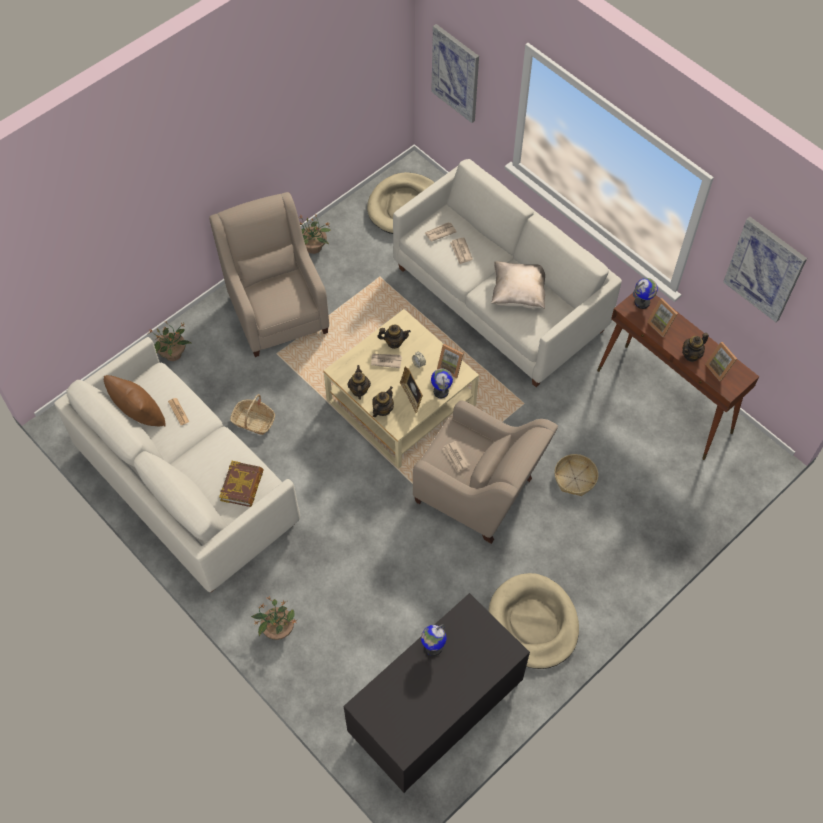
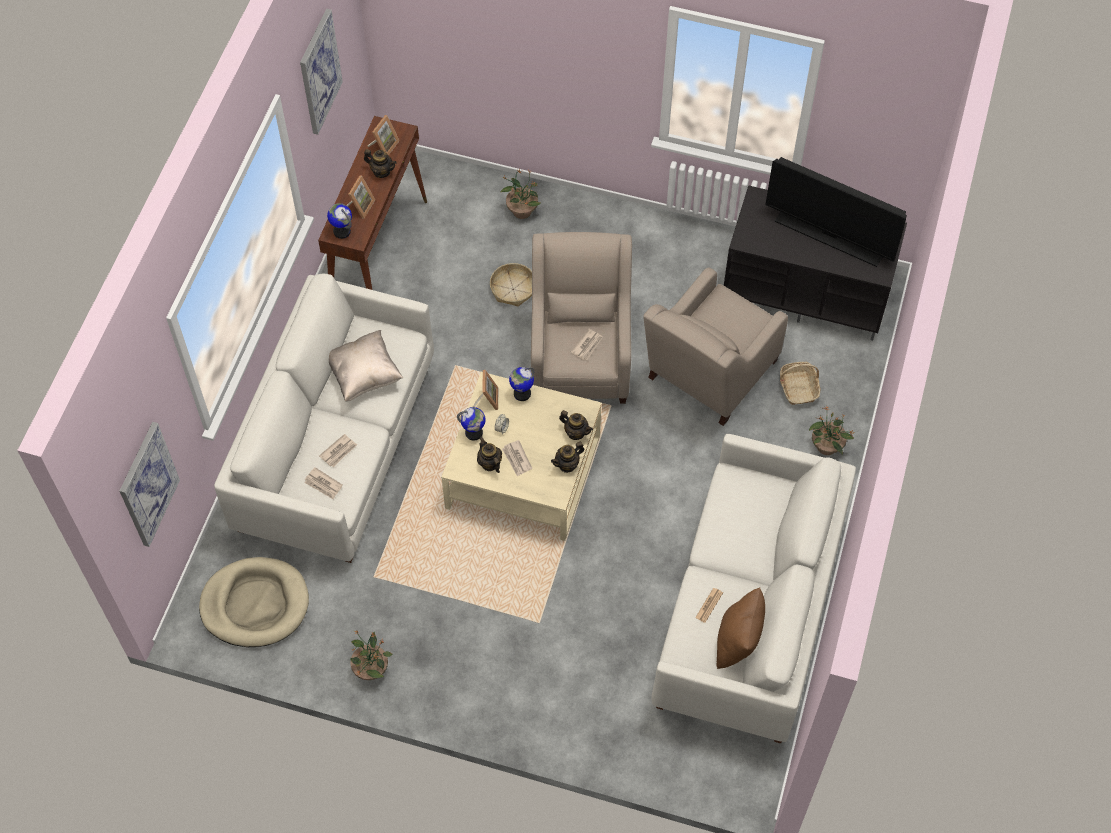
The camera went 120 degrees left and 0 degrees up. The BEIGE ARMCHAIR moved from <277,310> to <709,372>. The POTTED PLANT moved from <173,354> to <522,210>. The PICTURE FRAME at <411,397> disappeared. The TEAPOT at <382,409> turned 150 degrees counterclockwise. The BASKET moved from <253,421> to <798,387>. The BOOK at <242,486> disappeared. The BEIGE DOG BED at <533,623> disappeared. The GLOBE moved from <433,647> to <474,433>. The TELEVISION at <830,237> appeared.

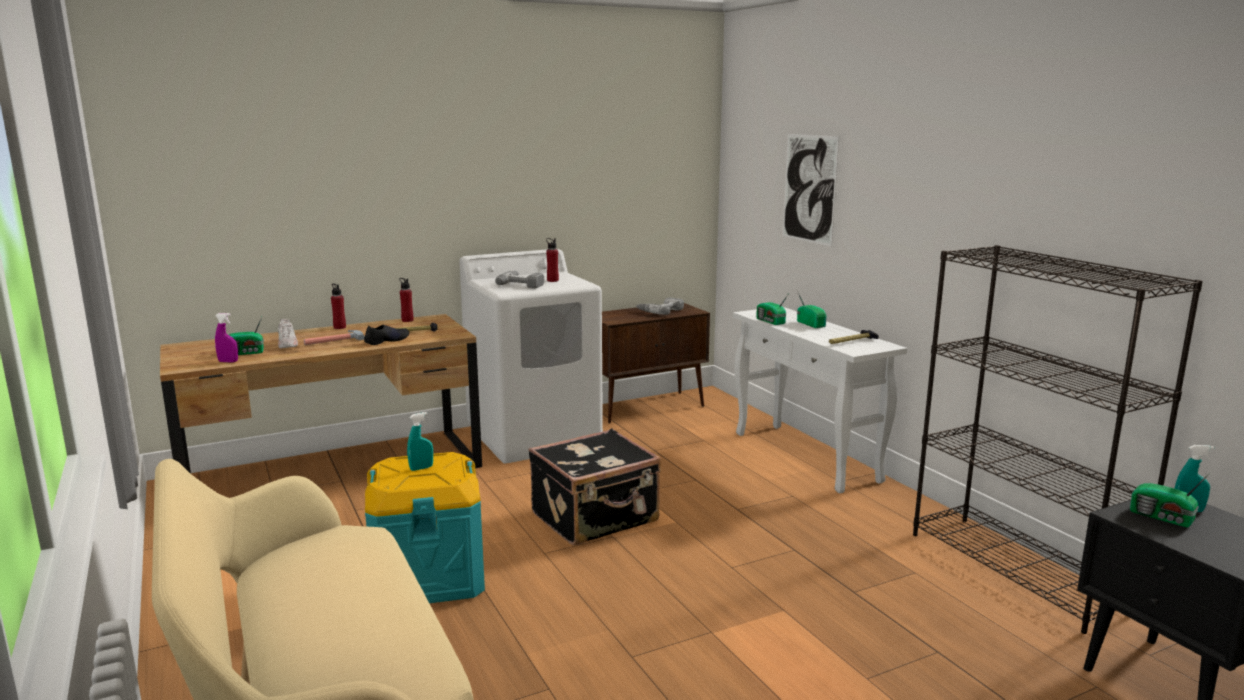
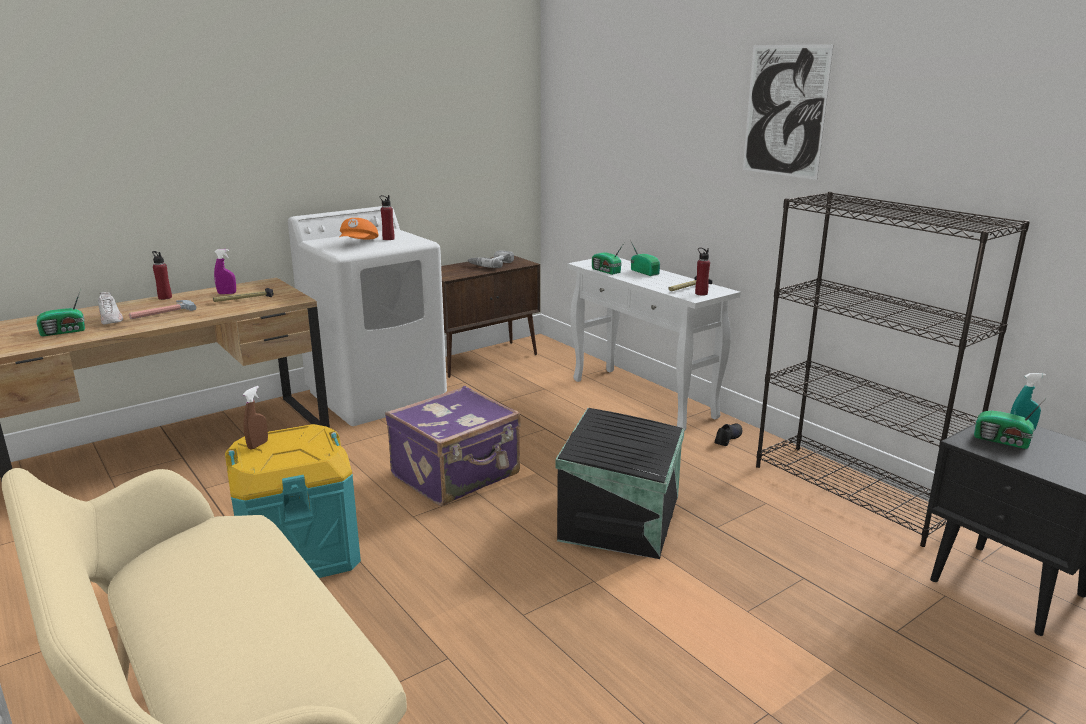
The camera went 10 degrees left and 5 degrees up. The PICTURE moved from <809,188> to <785,111>. The POWER DRILL at <523,284> was replaced by the ORANGE CAP at <359,243>. The RED BOTTLE moved from <407,320> to <701,293>. The PURPLE SPRAY BOTTLE moved from <228,361> to <227,293>. The BLACK SHOE moved from <387,340> to <727,438>. The TURQUOISE SPRAY BOTTLE at <421,468> disappeared. The BLACK SUITCASE at <596,518> became the PURPLE SUITCASE at <457,476>. The BROWN SPRAY BOTTLE at <258,445> appeared. The BLACK STORAGE BOX at <622,517> appeared.

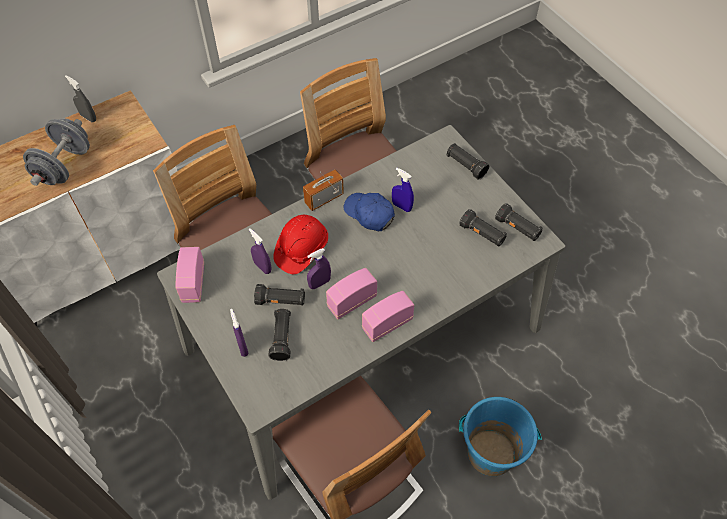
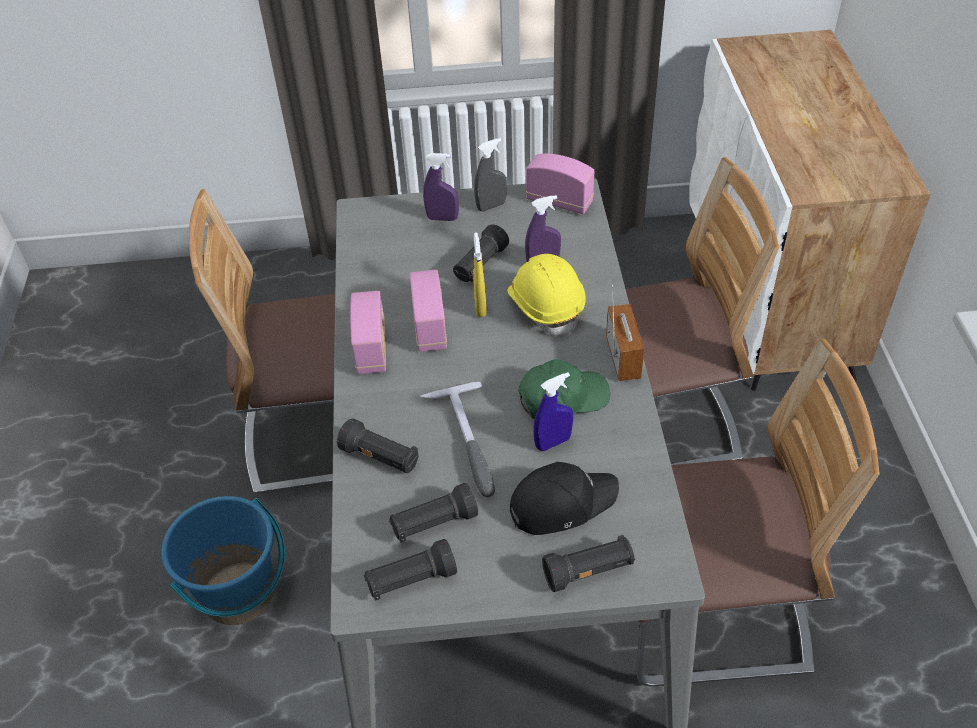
The camera went 120 degrees right and 10 degrees down. The GREY SPRAY BOTTLE moved from <88,117> to <491,206>. The GREY DUMBBELL at <64,166> disappeared. The BLUE CAP at <369,214> became the GREEN CAP at <562,398>. The RED HARD HAT at <301,250> became the YELLOW HARD HAT at <546,306>. The PURPLE SPRAY BOTTLE at <319,283> became the YELLOW SPRAY BOTTLE at <480,307>. The BLACK FLASHLIGHT moved from <282,338> to <381,458>. The HAMMER at <468,444> appeared. The BLACK CAP at <561,503> appeared.

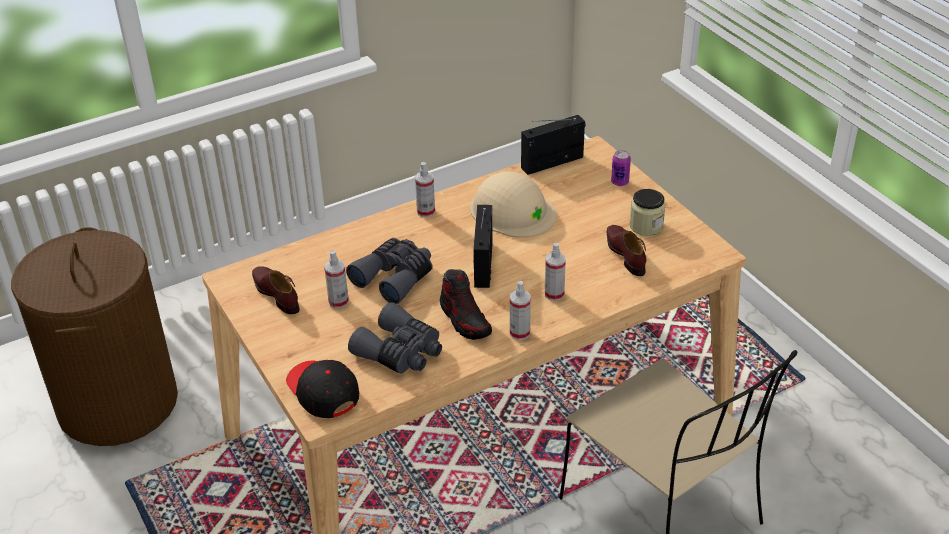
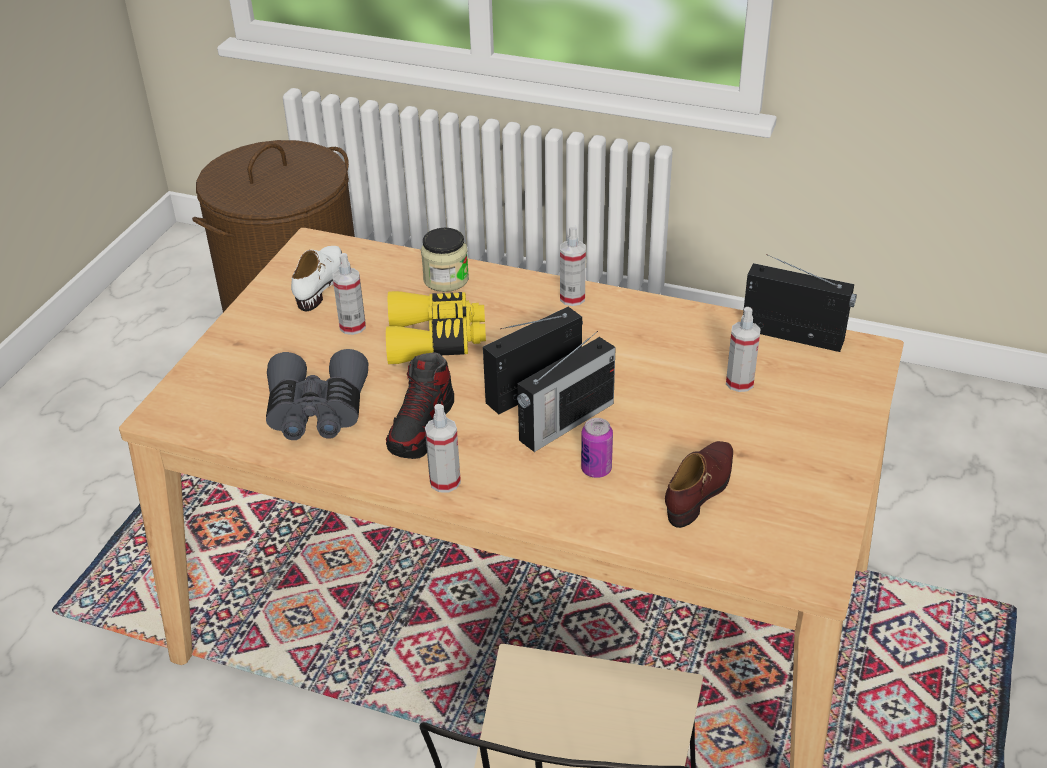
The camera went 50 degrees right and 0 degrees up. The CAN moved from <619,182> to <596,469>. The BEIGE HARD HAT at <512,211> disappeared. The JAR moved from <646,226> to <446,279>. The GREY BINOCULARS at <395,277> became the YELLOW BINOCULARS at <436,340>. The SPRAY BOTTLE moved from <554,294> to <739,383>. The BROWN SHOE at <276,293> became the WHITE SHOE at <321,283>. The BLACK CAP at <322,392> disappeared. The RADIO at <565,422> appeared.

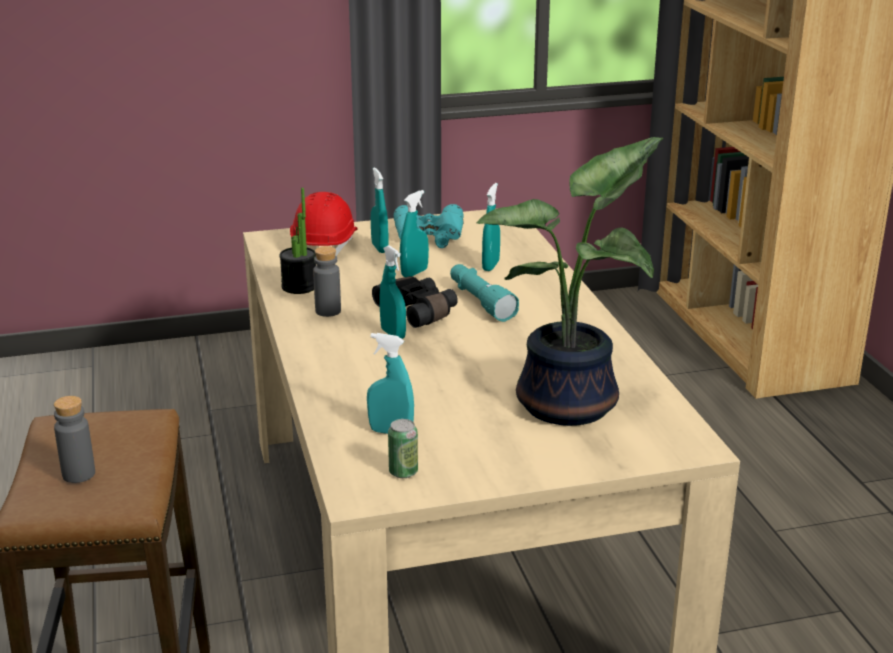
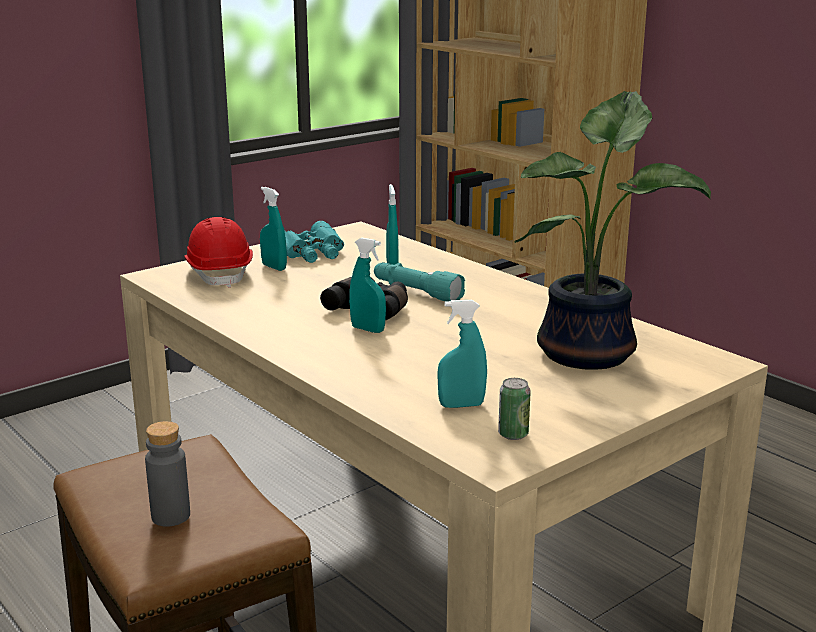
The camera went 25 degrees left and 5 degrees down. The POTTED PLANT at <299,286> disappeared. The TURQUOISE SPRAY BOTTLE at <414,273> disappeared. The GREY BOTTLE at <328,311> disappeared.

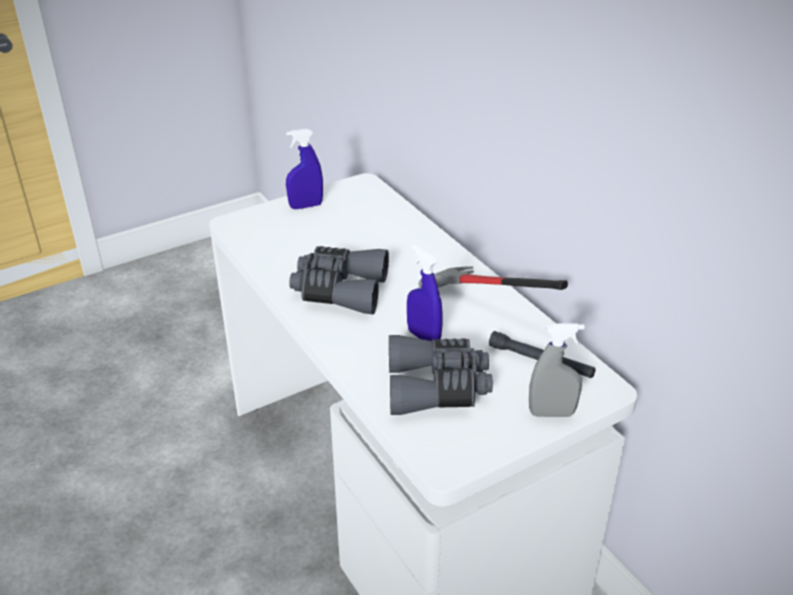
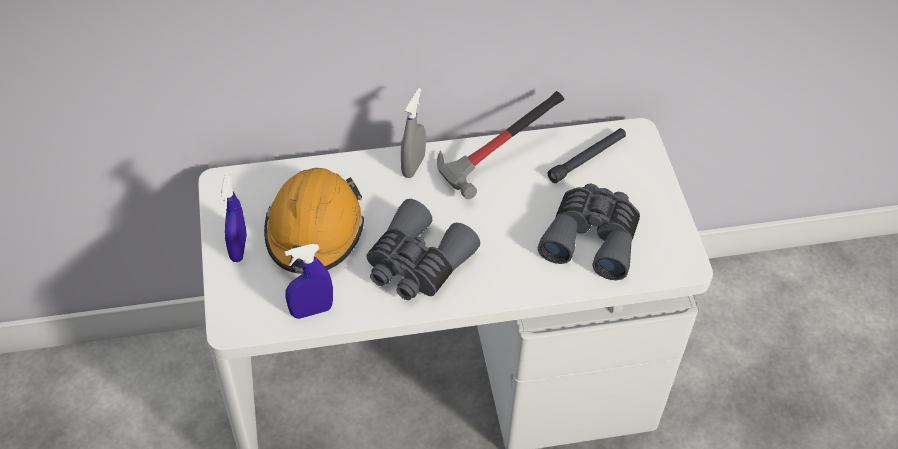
The camera went 70 degrees left and 15 degrees up. The BLUE SPRAY BOTTLE moved from <423,337> to <311,311>. The GREY SPRAY BOTTLE moved from <551,413> to <413,166>. The ORANGE HARD HAT at <314,231> appeared.

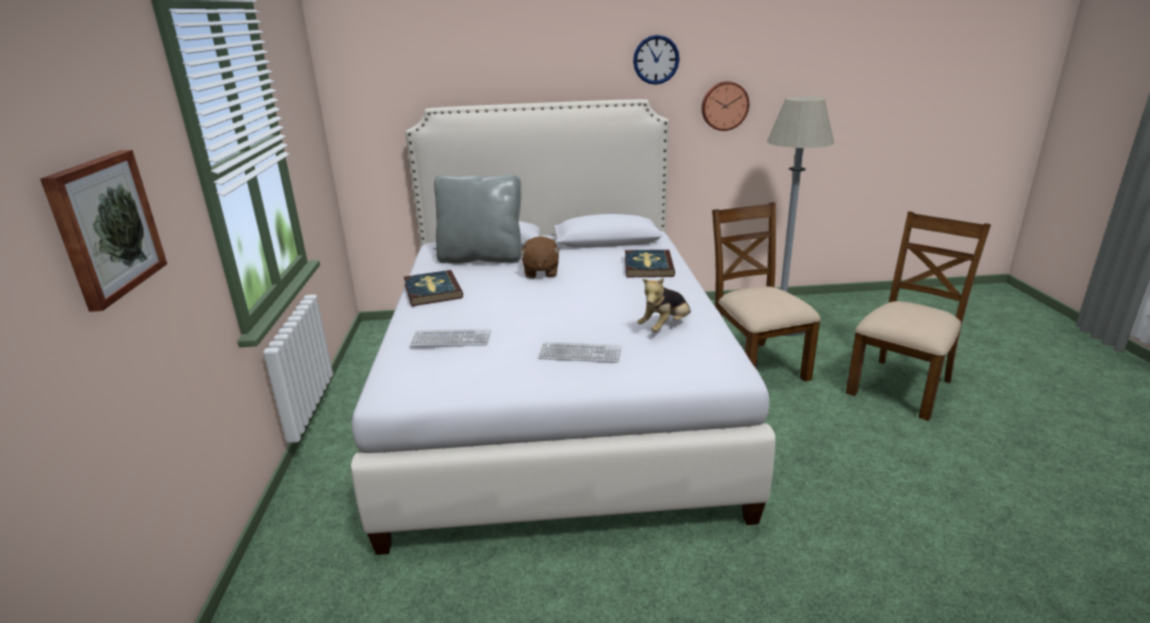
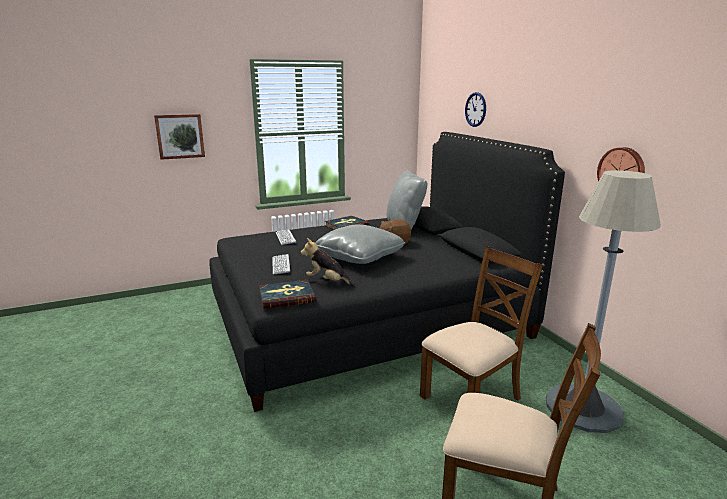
The camera went 70 degrees right and 5 degrees down. The WALL CLOCK moved from <656,59> to <475,109>. The WHITE BED at <555,395> became the BLACK BED at <368,320>. The BOOK moved from <648,266> to <286,297>. The GREY PILLOW at <359,257> appeared.

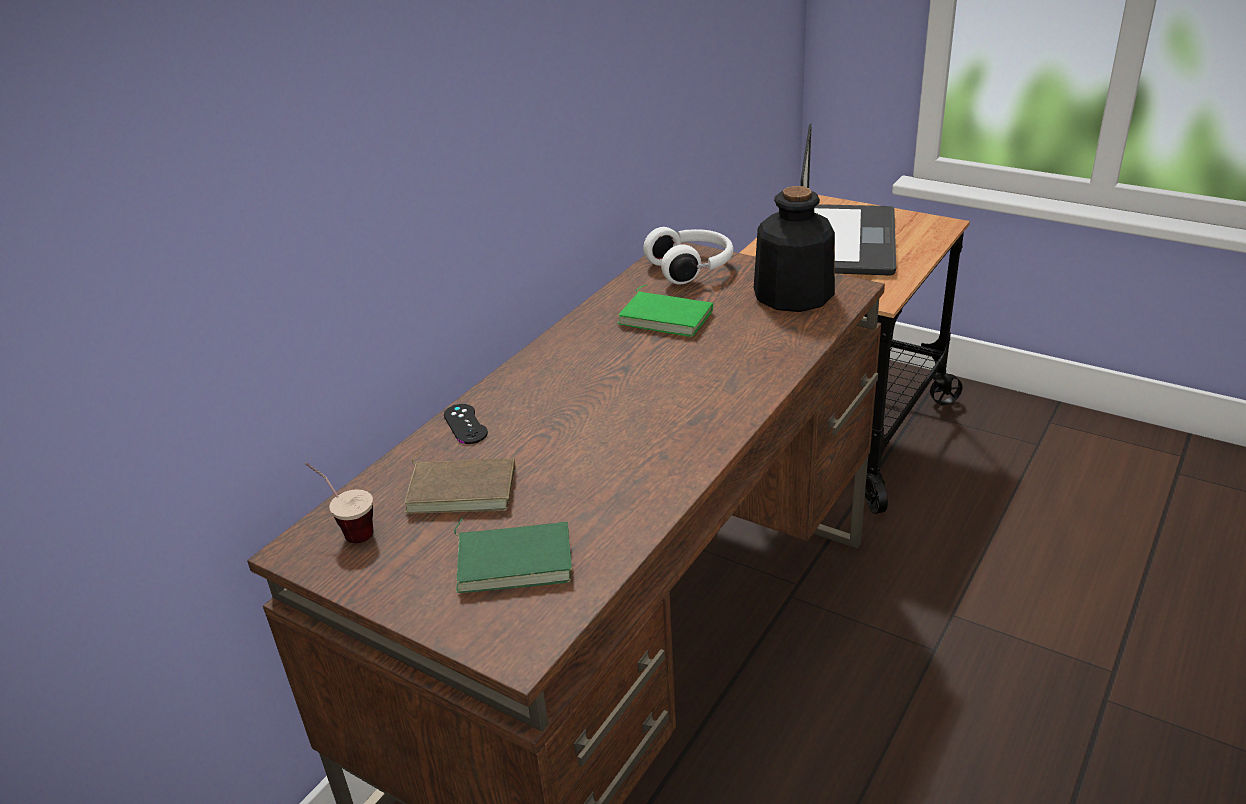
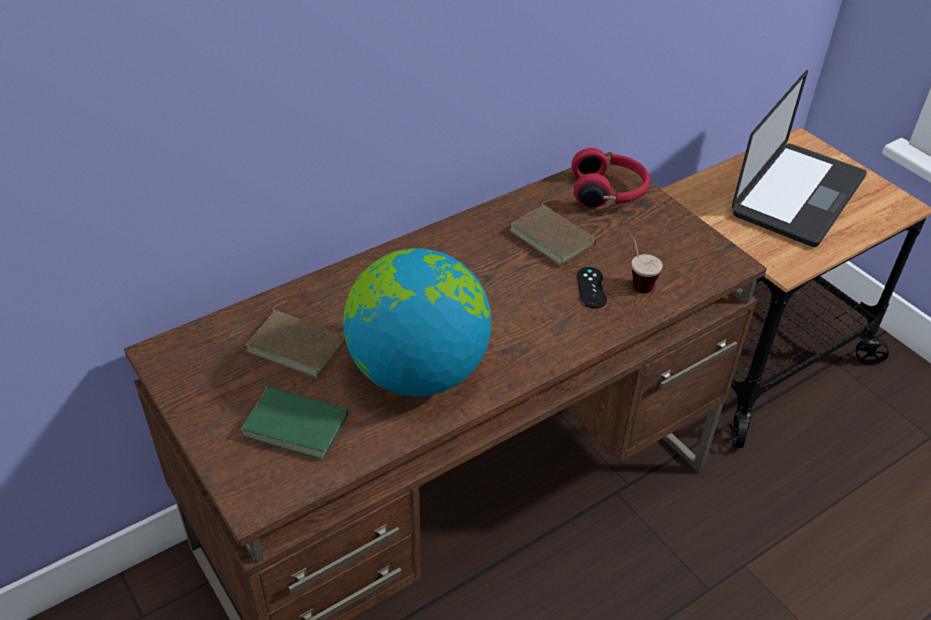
The camera went 20 degrees right and 10 degrees up. The BOTTLE at <792,294> disappeared. The WHITE HEADPHONES at <692,268> became the RED HEADPHONES at <609,192>. The GREEN BOOK at <667,317> became the BROWN BOOK at <554,237>. The BLACK GAME CONTROLLER moved from <465,424> to <591,288>. The CUP moved from <347,529> to <634,279>. The GLOBE at <418,371> appeared.

